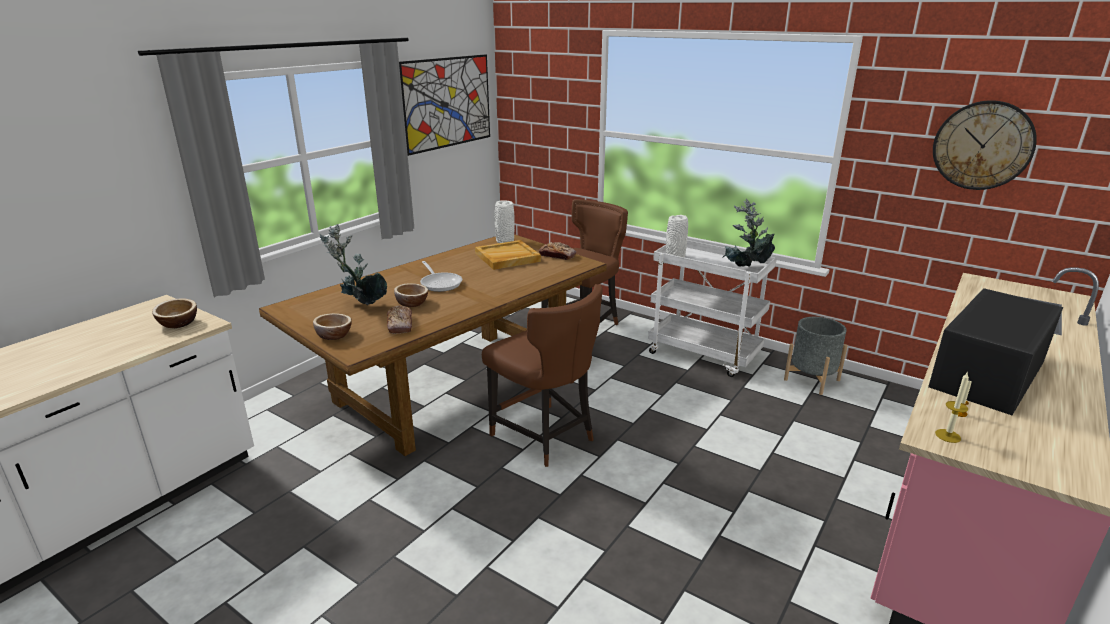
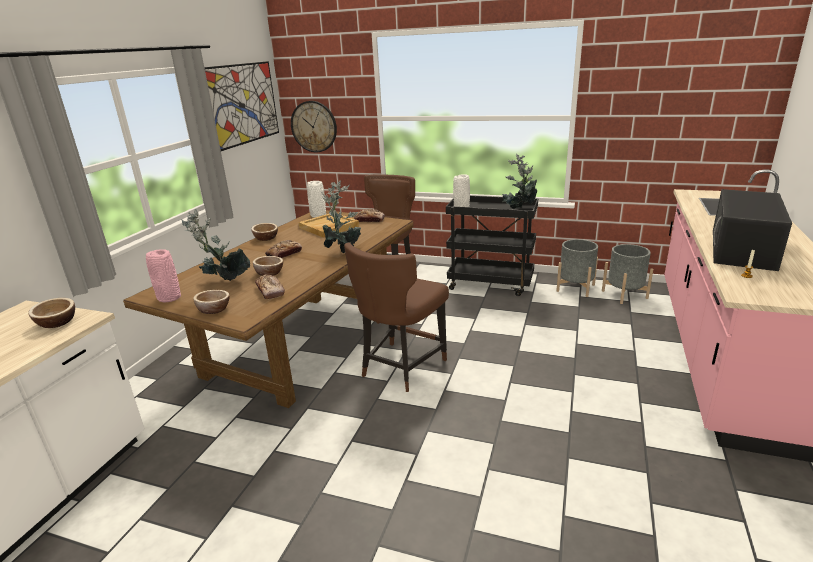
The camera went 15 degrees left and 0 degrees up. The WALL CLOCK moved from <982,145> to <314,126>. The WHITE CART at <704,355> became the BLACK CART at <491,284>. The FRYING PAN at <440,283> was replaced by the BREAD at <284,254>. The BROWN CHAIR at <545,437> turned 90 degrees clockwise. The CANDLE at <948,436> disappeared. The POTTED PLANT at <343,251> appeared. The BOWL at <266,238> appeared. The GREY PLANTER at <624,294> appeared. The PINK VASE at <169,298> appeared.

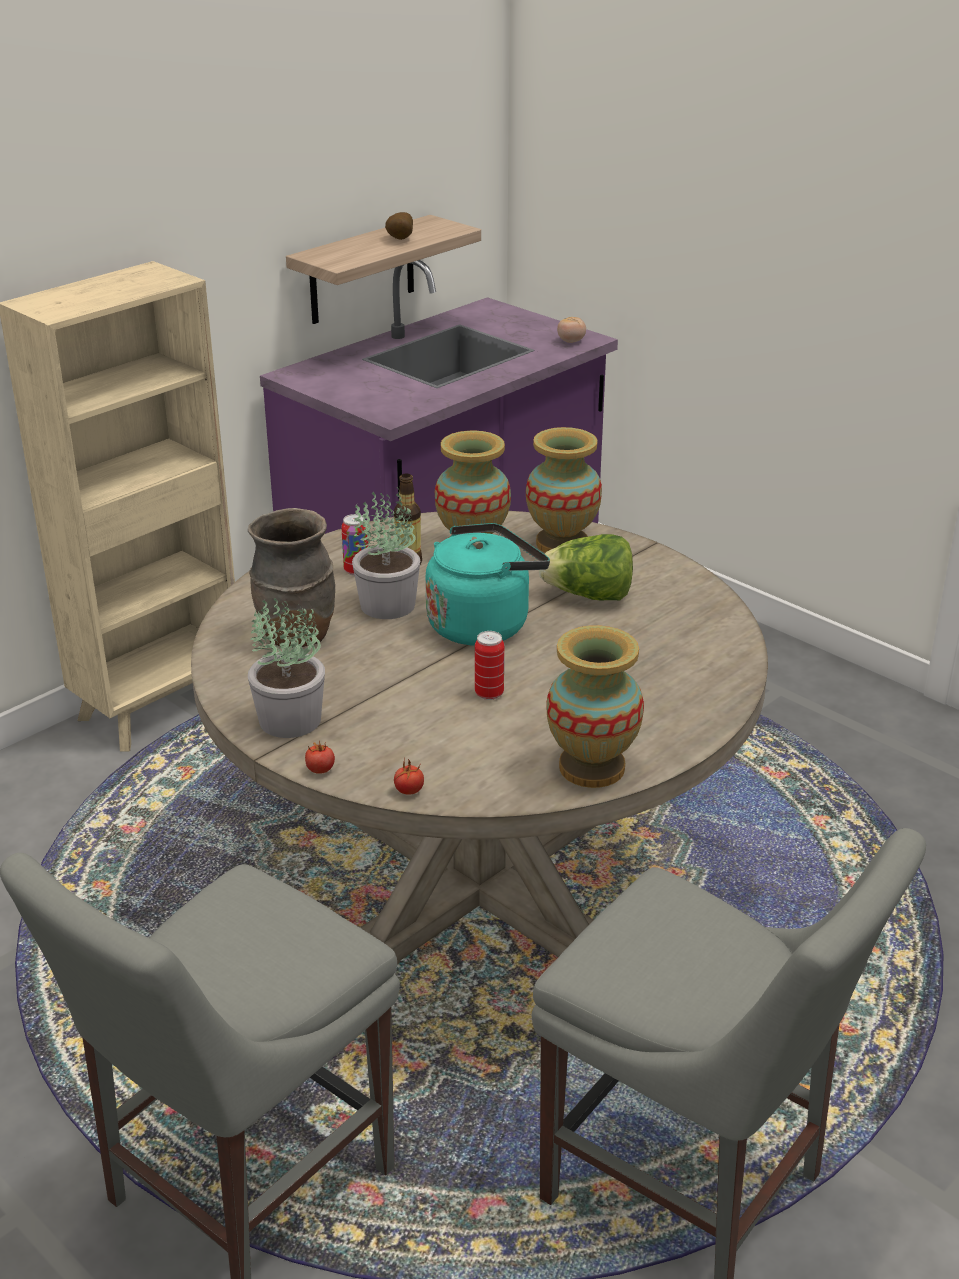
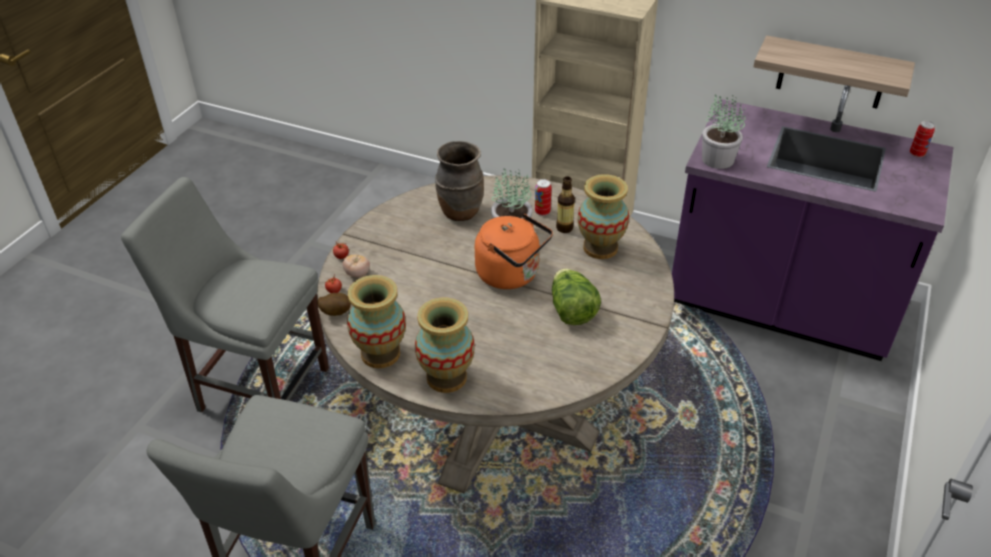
The camera went 70 degrees right and 10 degrees up. The POTATO moved from <399,240> to <335,312>. The TOMATO moved from <571,341> to <357,274>. The VASE moved from <561,544> to <446,377>. The TURQUOISE KETTLE at <482,624> became the ORANGE KETTLE at <511,275>. The POTTED PLANT moved from <290,721> to <717,159>. The CAN moved from <489,693> to <917,154>.

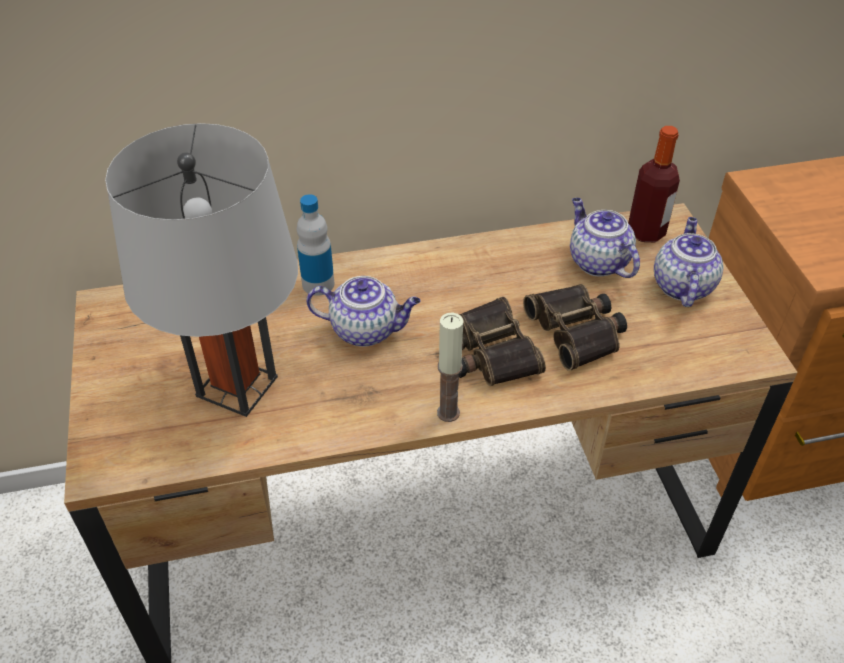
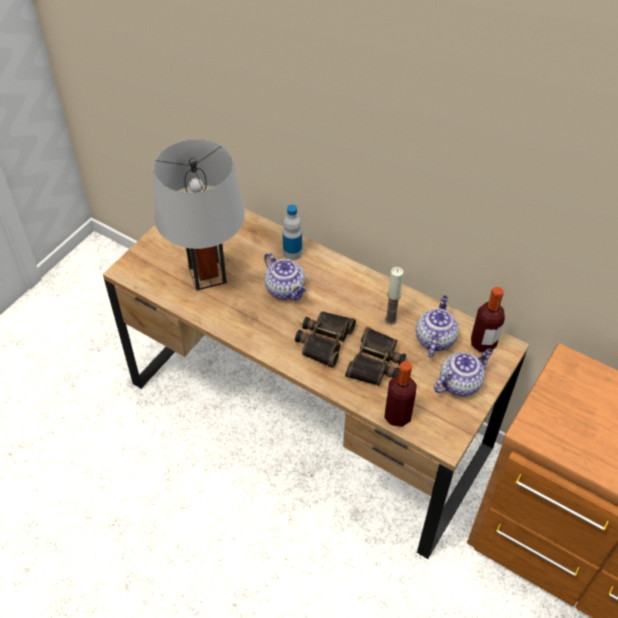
The camera went 45 degrees right and 5 degrees up. The CANDLE moved from <448,412> to <390,319>. The BOTTLE at <397,416> appeared.

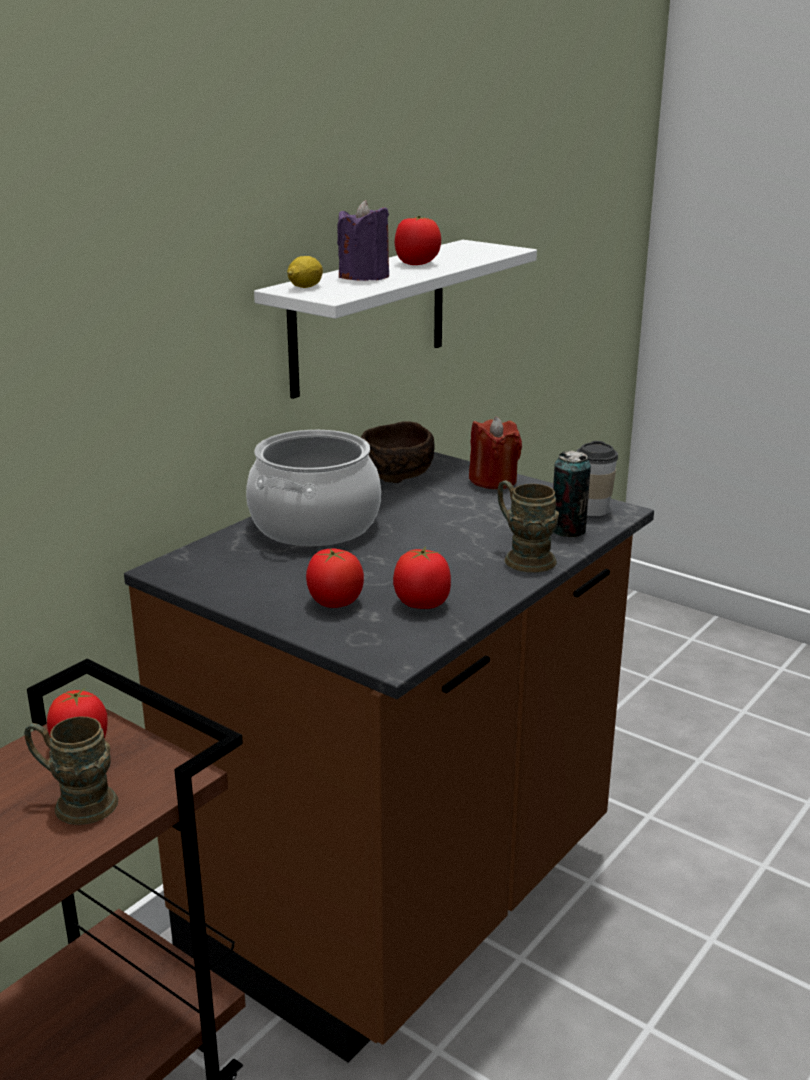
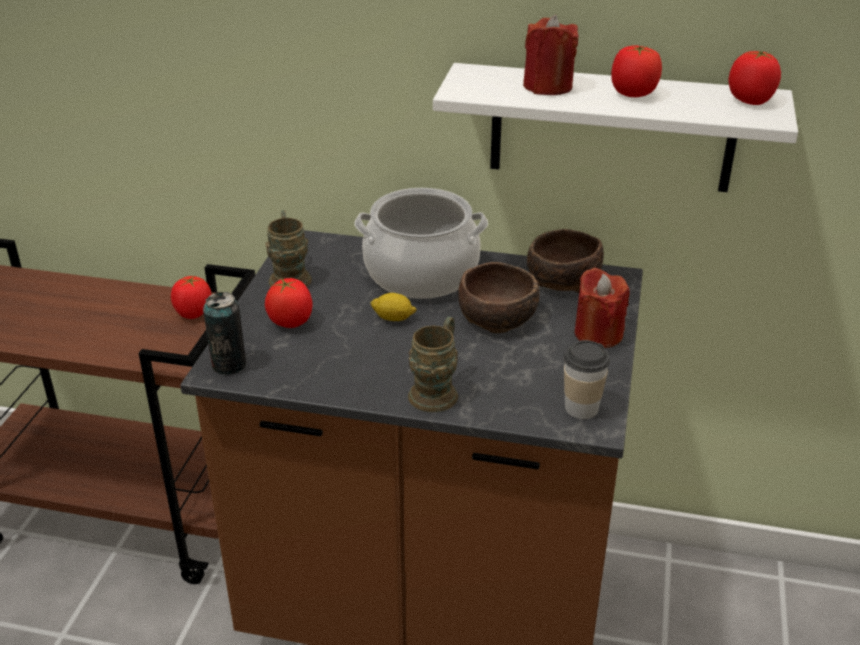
The camera went 65 degrees right and 10 degrees up. The PURPLE CANDLE at <364,277> became the RED CANDLE at <547,86>. The LEMON moved from <305,287> to <393,318>. The CAN moved from <568,530> to <229,364>. The TOMATO moved from <422,604> to <750,101>. The BROWN MUG moved from <75,802> to <289,275>. The BROWN BOWL at <499,318> appeared.

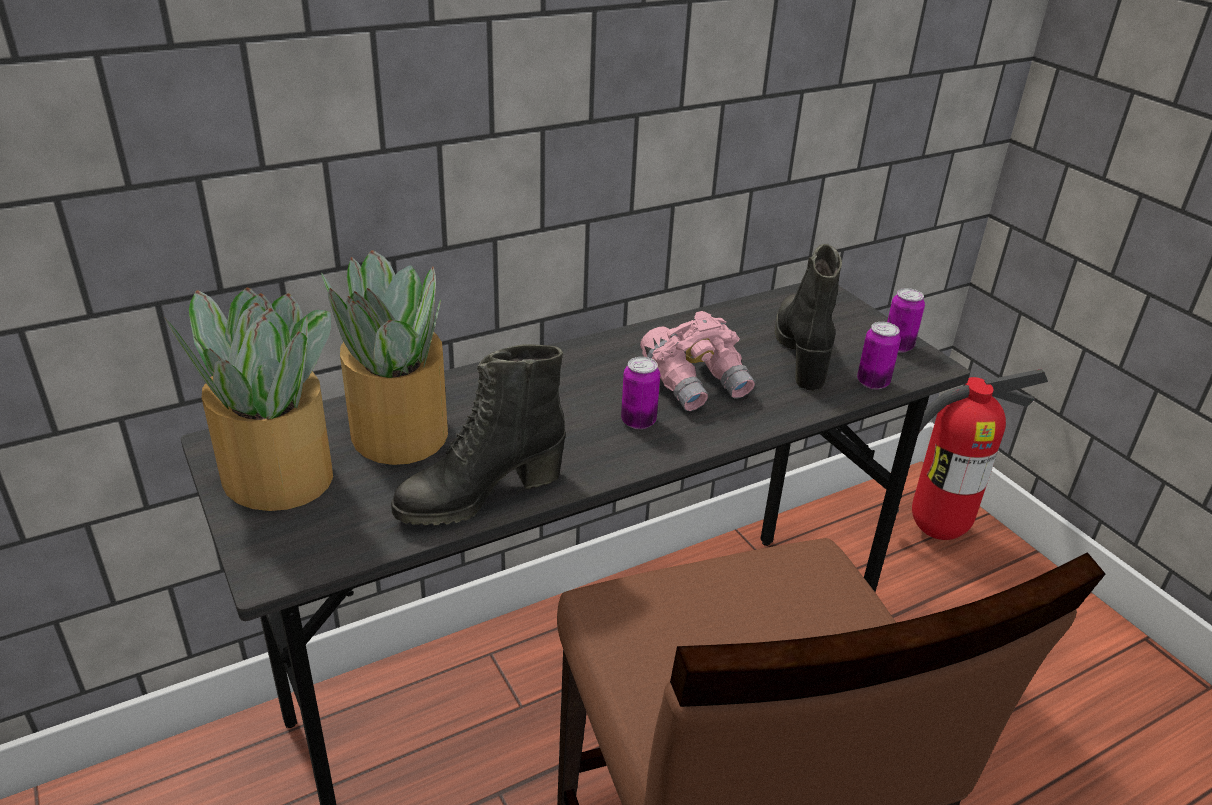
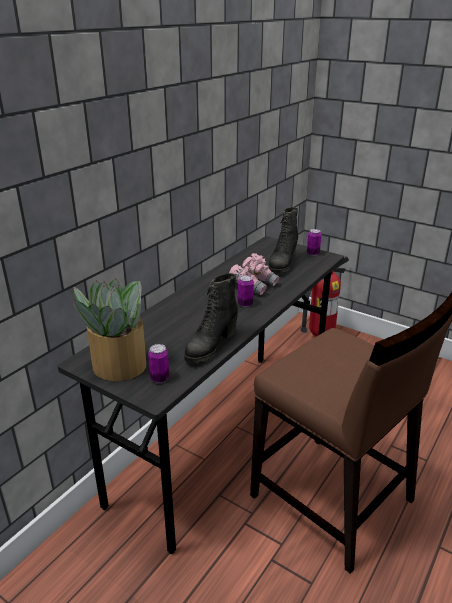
The camera went 25 degrees left and 5 degrees down. The BLACK BOOT at <803,352> turned 135 degrees counterclockwise. The POTTED PLANT at <399,434> disappeared. The CAN moved from <872,382> to <159,378>.

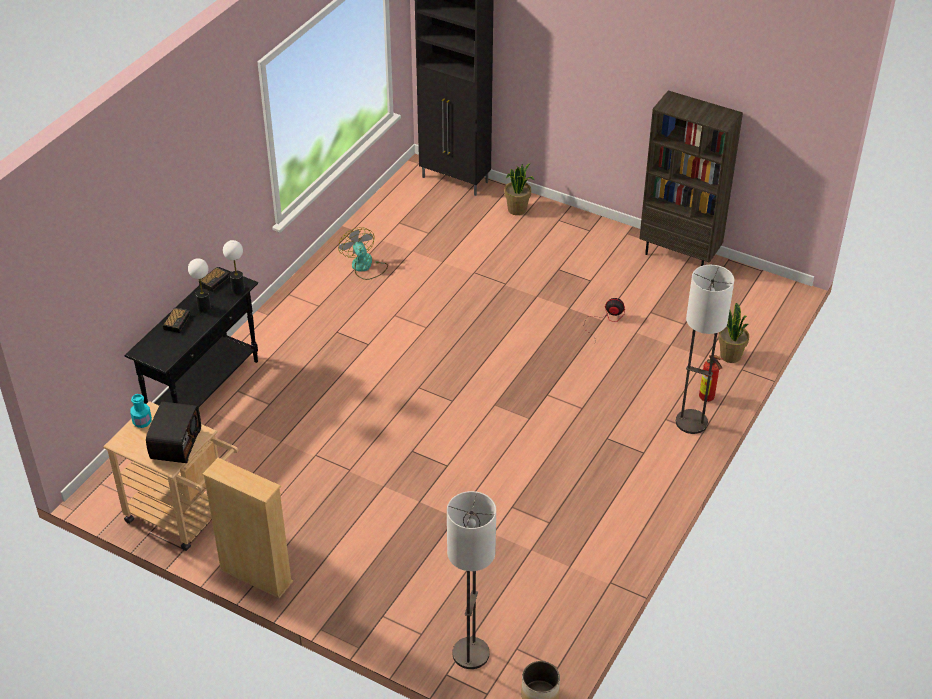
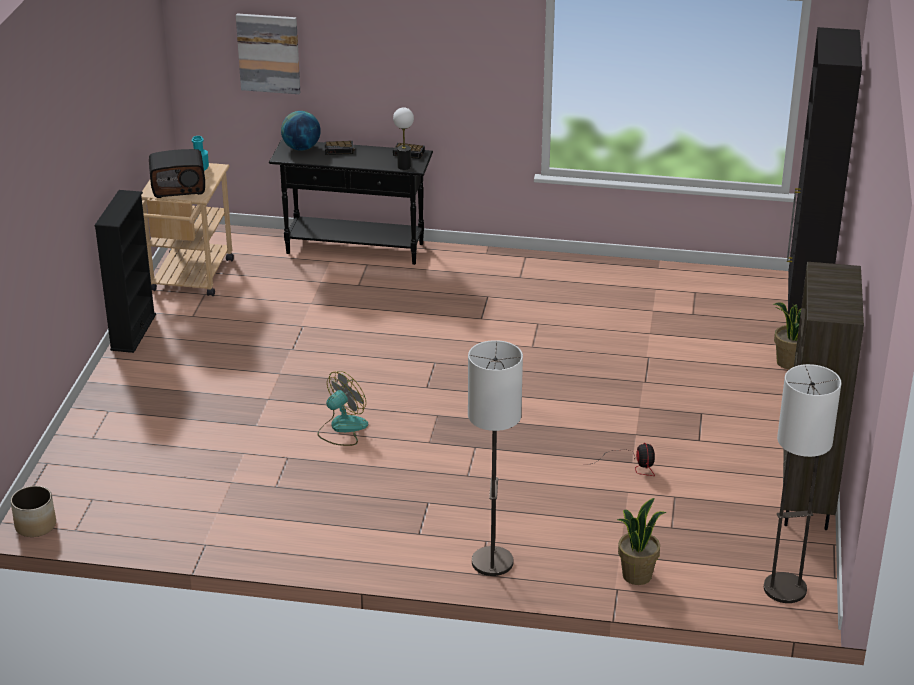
The camera went 70 degrees right and 10 degrees down. The FAN moved from <365,267> to <342,428>. The TABLE LAMP at <204,308> disappeared. The FIRE EXTINGUISHER at <707,398> disappeared. The BEIGE BOOKCASE at <256,576> became the BLACK BOOKCASE at <133,332>. The FLOOR LAMP moved from <471,654> to <784,589>. The PICTURE at <269,53> appeared. The GLOBE at <301,148> appeared.

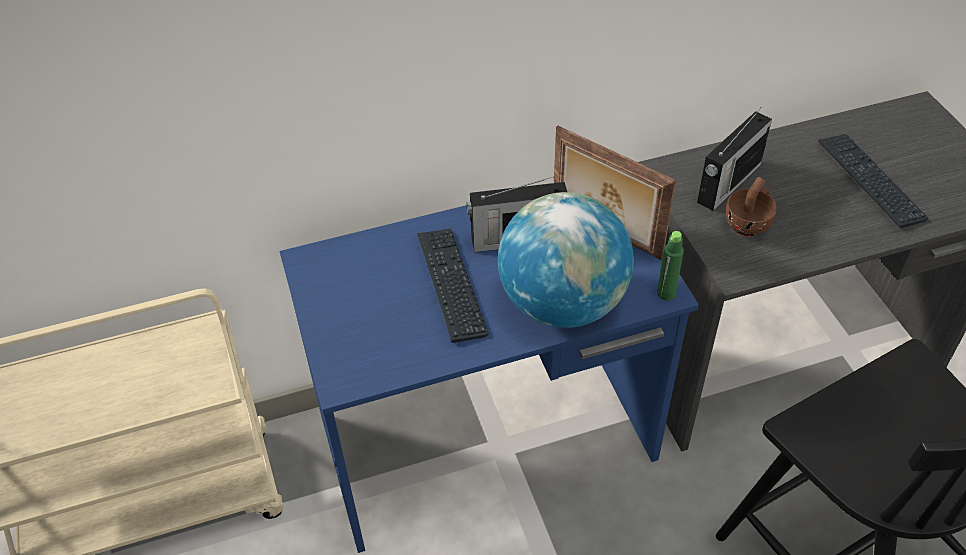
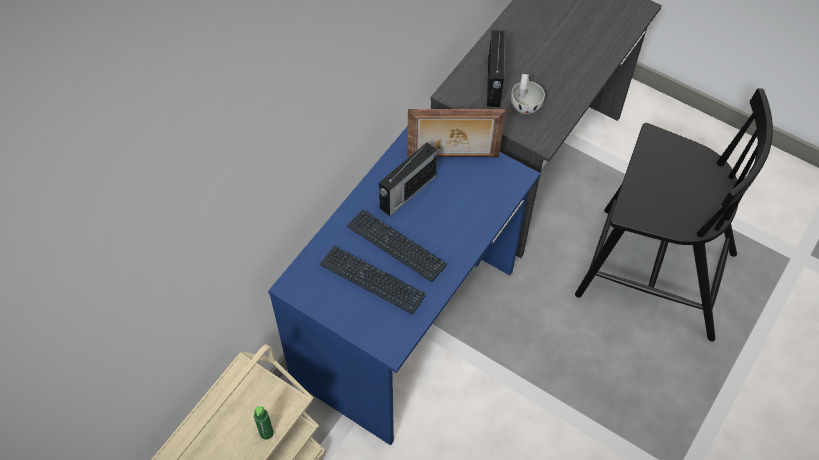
The camera went 40 degrees left and 10 degrees up. The KEYBOARD moved from <870,181> to <372,280>. The BROWN CUP at <749,222> became the WHITE CUP at <525,103>. The GLOBE at <562,303> disappeared. The GREEN BOTTLE moved from <666,293> to <266,433>.

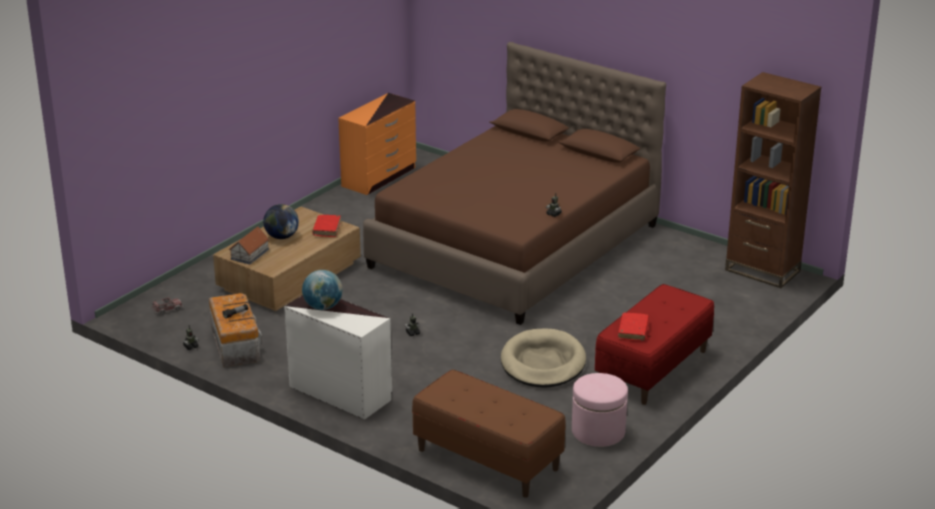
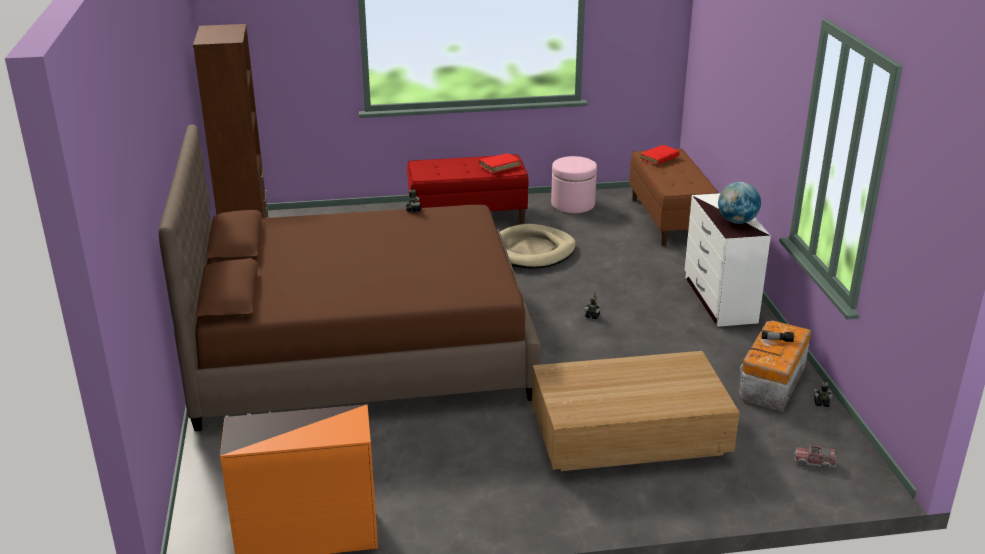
The camera went 135 degrees left and 0 degrees up. The GLOBE at <281,237> disappeared. The RED BOOK moved from <327,229> to <659,159>. The TOY HOUSE at <250,254> disappeared.

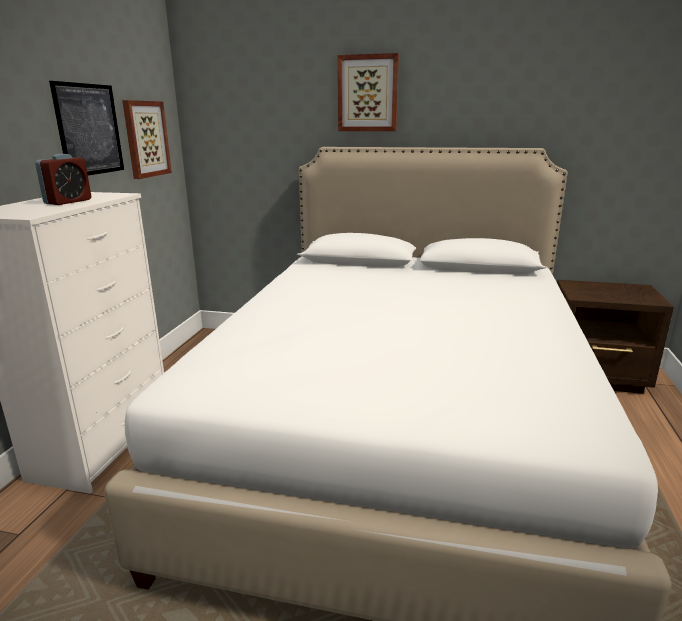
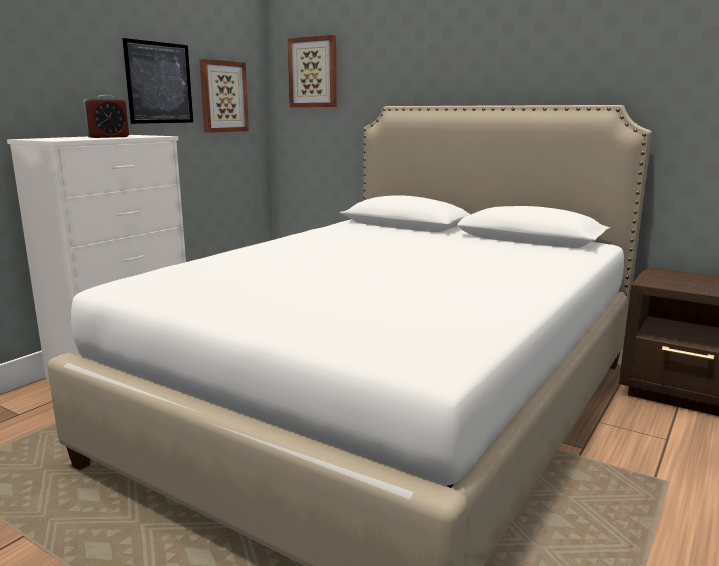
The camera went 20 degrees right and 5 degrees down. The PICTURE moved from <368,93> to <313,72>.

